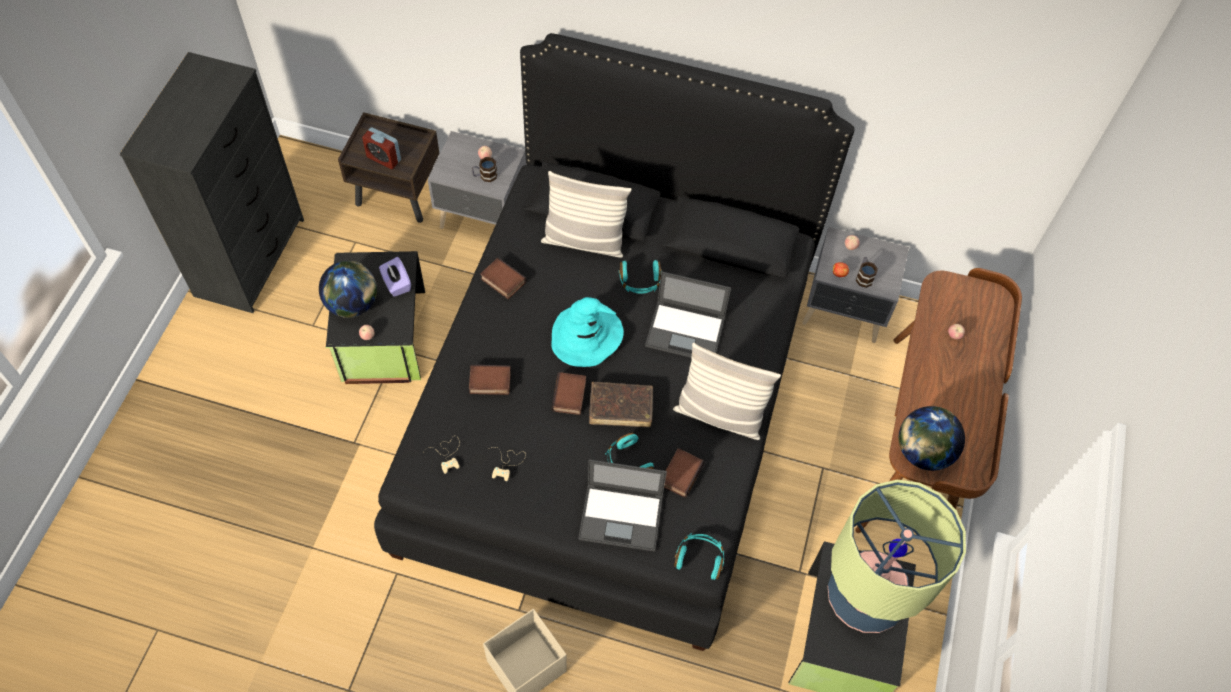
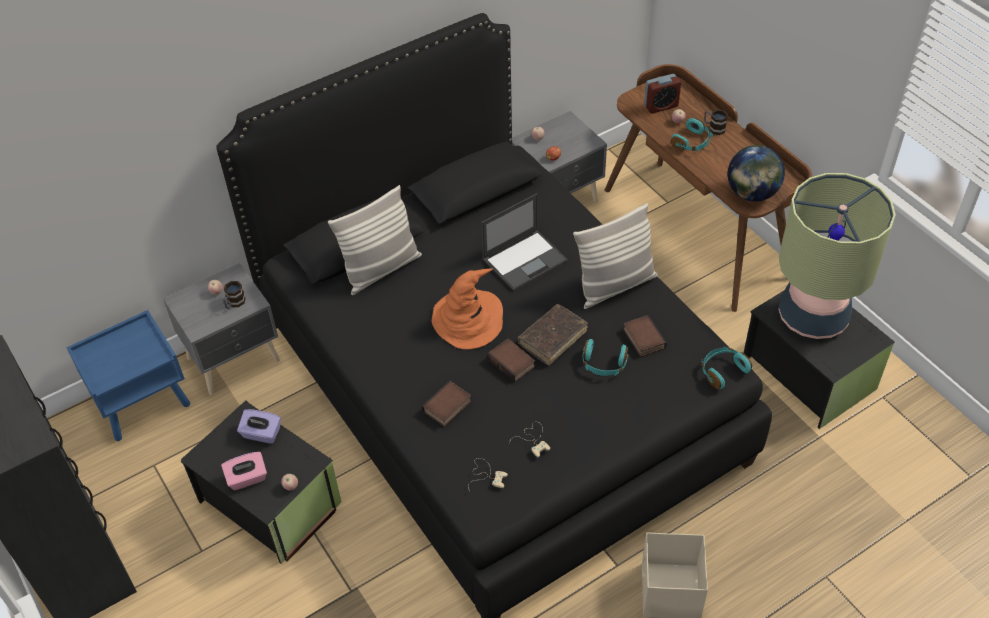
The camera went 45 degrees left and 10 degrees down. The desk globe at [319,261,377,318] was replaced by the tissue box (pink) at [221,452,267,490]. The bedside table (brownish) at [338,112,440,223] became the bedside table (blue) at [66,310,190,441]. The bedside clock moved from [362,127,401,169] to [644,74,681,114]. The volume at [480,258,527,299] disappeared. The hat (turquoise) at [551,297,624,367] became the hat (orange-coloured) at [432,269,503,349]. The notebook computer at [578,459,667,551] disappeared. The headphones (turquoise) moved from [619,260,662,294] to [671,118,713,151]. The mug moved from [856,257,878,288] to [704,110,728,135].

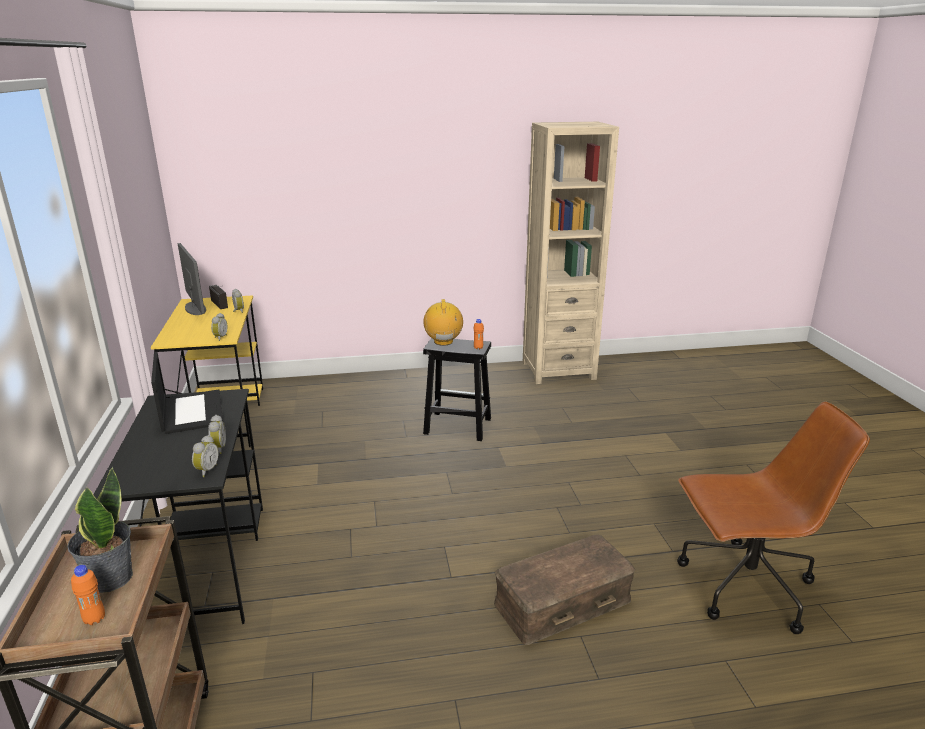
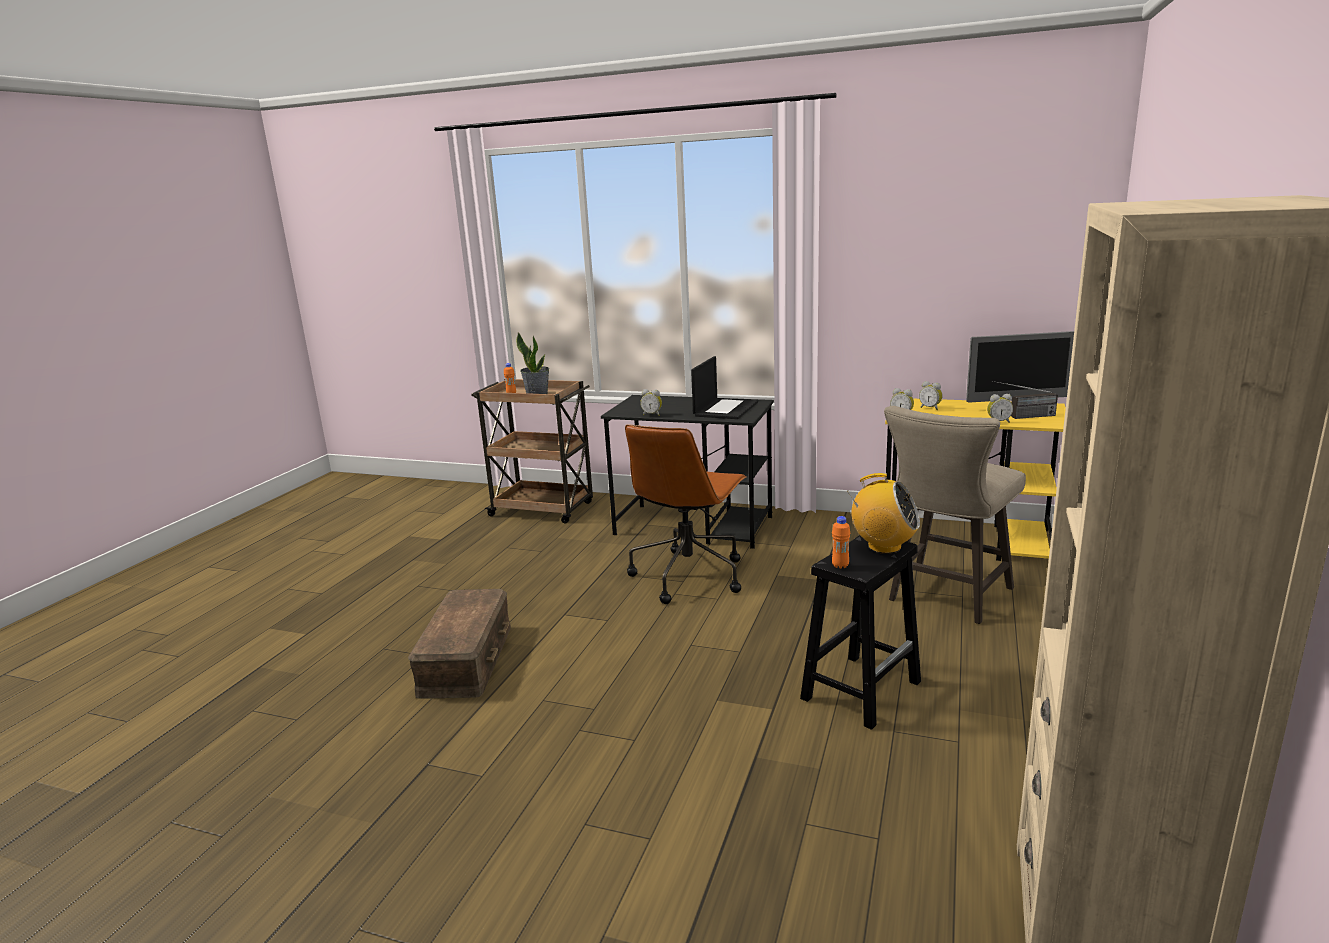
The camera went 120 degrees right and 5 degrees down. The notebook computer at [151,352,223,434] turned 75 degrees counterclockwise. The bedside clock moved from [192,435,219,477] to [919,381,942,410]. The computer chair (brownish) moved from [677,401,870,634] to [625,424,746,604]. The sitting stool (beige) at [884,406,1026,624] appeared.

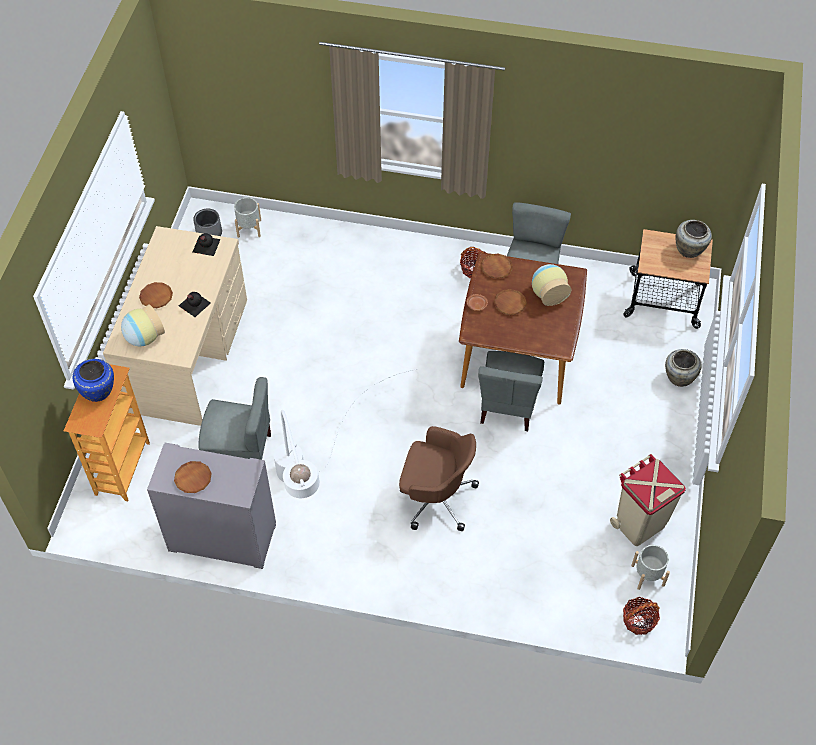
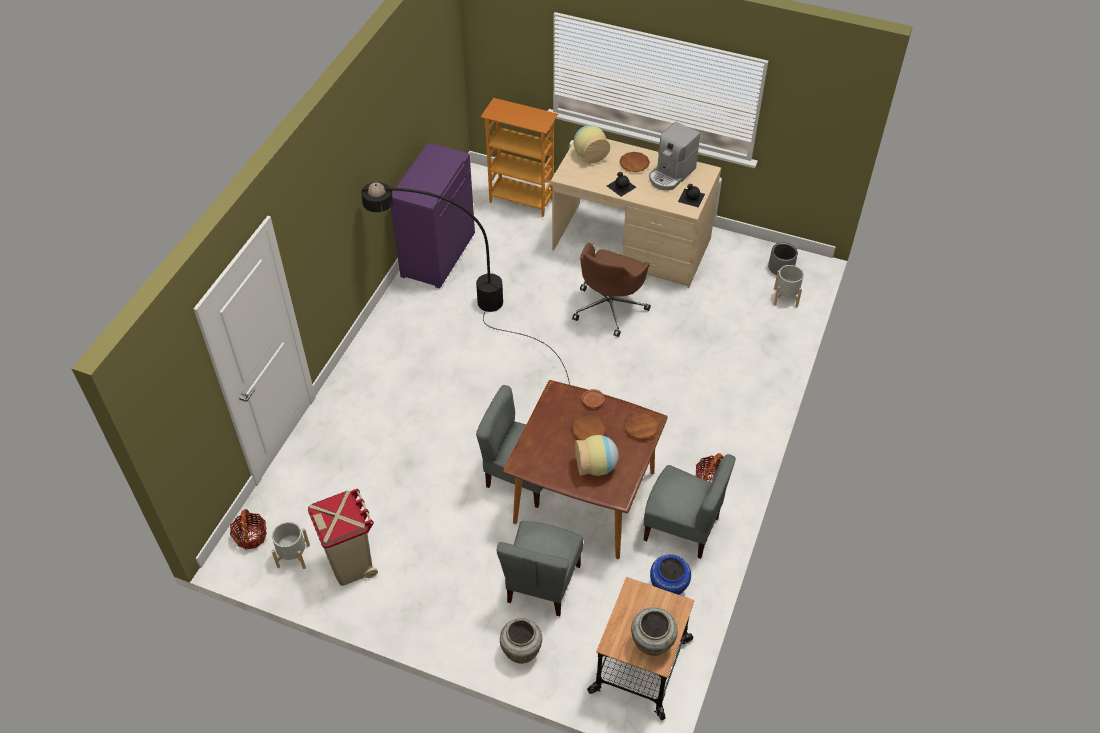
The camera went 100 degrees right and 5 degrees down. The flower vase (blue) moved from [73,359,114,402] to [650,554,691,595]. The cupboard (gray) at [147,443,276,569] became the cupboard (purple-coloured) at [391,143,475,289]. The dinner plate (brownish) at [174,461,212,493] disappeared. The plain chair (gray) moved from [198,377,271,460] to [497,521,583,616]. The standard lamp (whitish) at [274,369,417,498] became the standard lamp (blackish) at [361,182,570,385]. The computer chair (brownish) moved from [399,426,479,531] to [572,243,651,337]. The coffee brewer at [649,122,700,190] appeared.

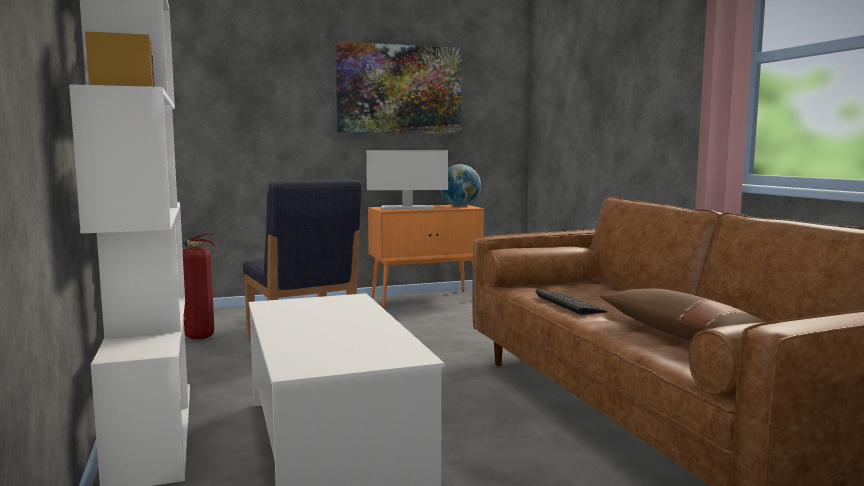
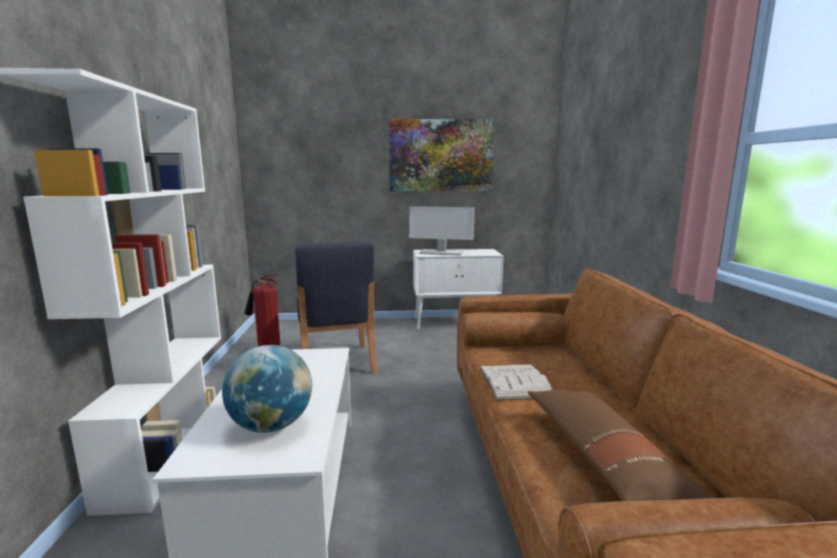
The camera went 15 degrees right and 5 degrees up. The cupboard (orange-coloured) at [368,205,484,307] became the cupboard (whitish) at [413,249,504,330]. The desk globe moved from [440,164,481,206] to [222,345,312,433]. The PC keyboard at [535,289,607,315] was replaced by the volume (whitish) at [479,364,552,401].

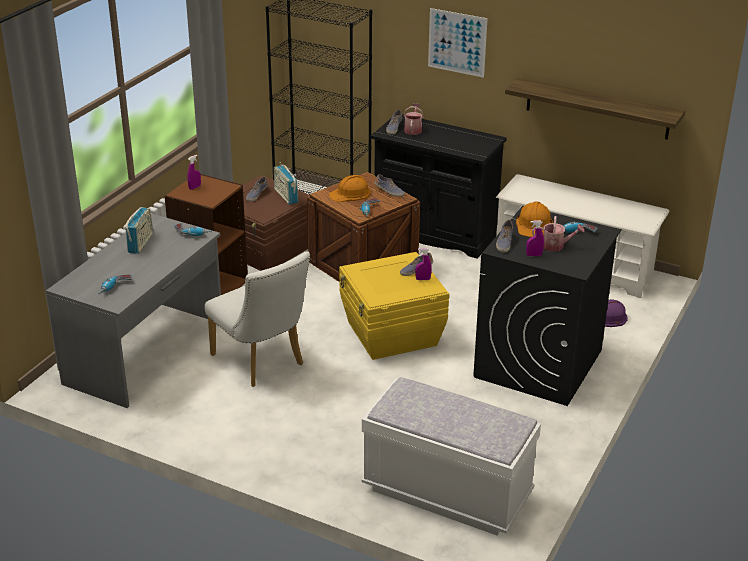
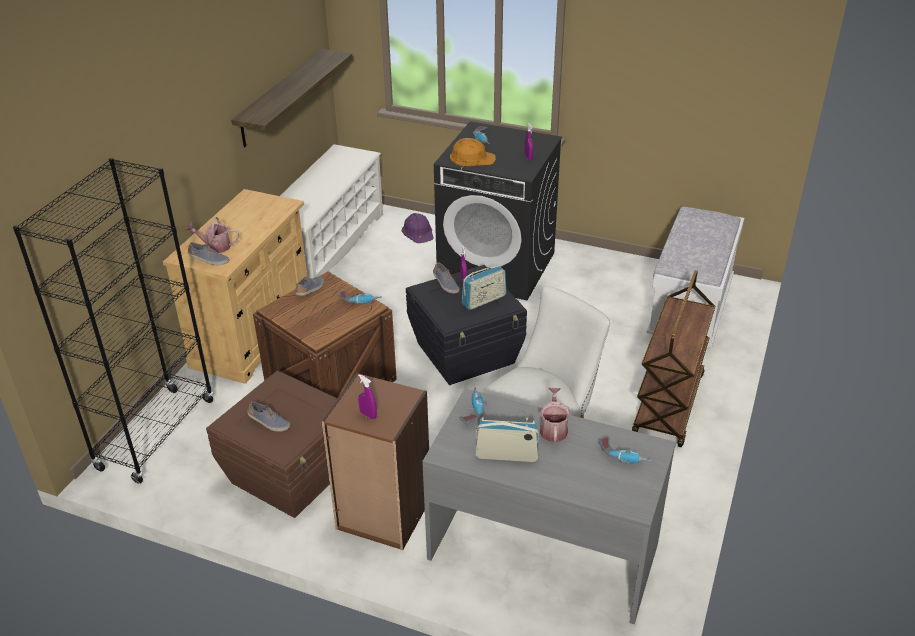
The camera went 95 degrees left and 5 degrees up. The radio moved from [274,162,298,205] to [462,266,507,310]. The safety helmet (orange-coloured) at [328,175,370,202] disappeared. The storage box (yellow) at [339,252,449,360] became the storage box (blackish) at [406,265,527,385]. The cupboard (blackish) at [371,114,507,258] became the cupboard (beige) at [163,189,307,384]. The wall picture at [428,8,488,78] disappeared. The low shoe at [496,220,513,253] disappeared. The watering pot moved from [532,216,585,251] to [539,388,571,443]. The trolley (brownish) at [632,270,715,447] appeared.

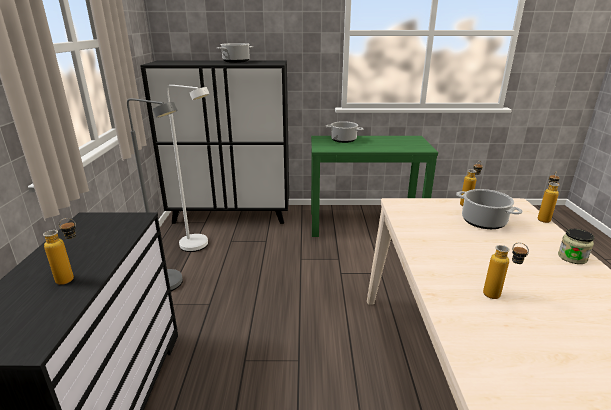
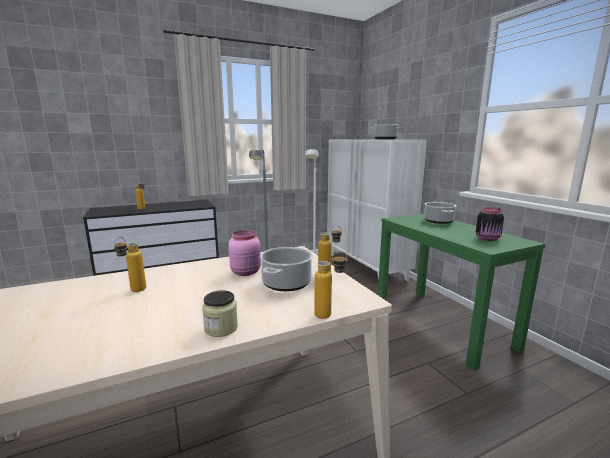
The camera went 65 degrees right and 10 degrees down. The cupboard (blackish) at [140,60,289,224] became the cupboard (whitish) at [327,140,427,282]. The storage jar (pink) at [229,230,261,276] appeared. The storage jar (blackish) at [476,207,504,241] appeared.

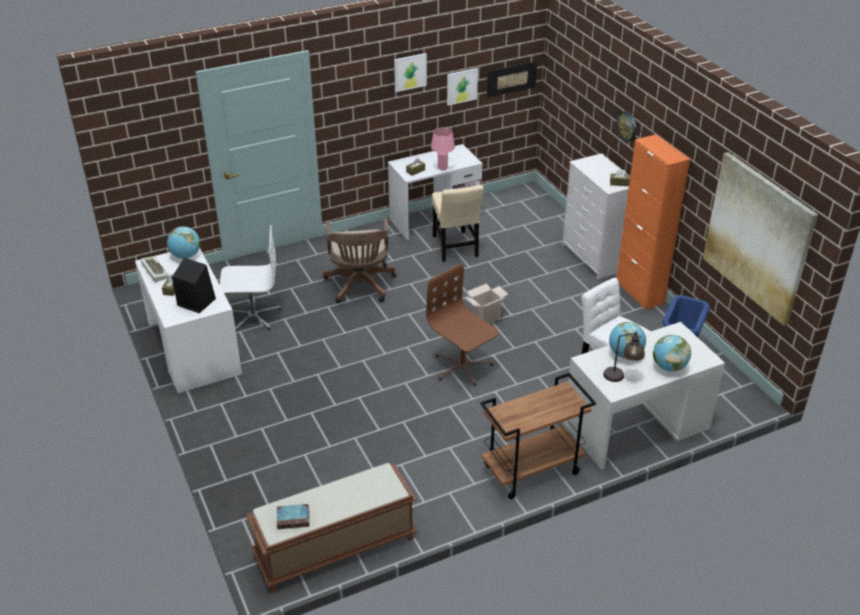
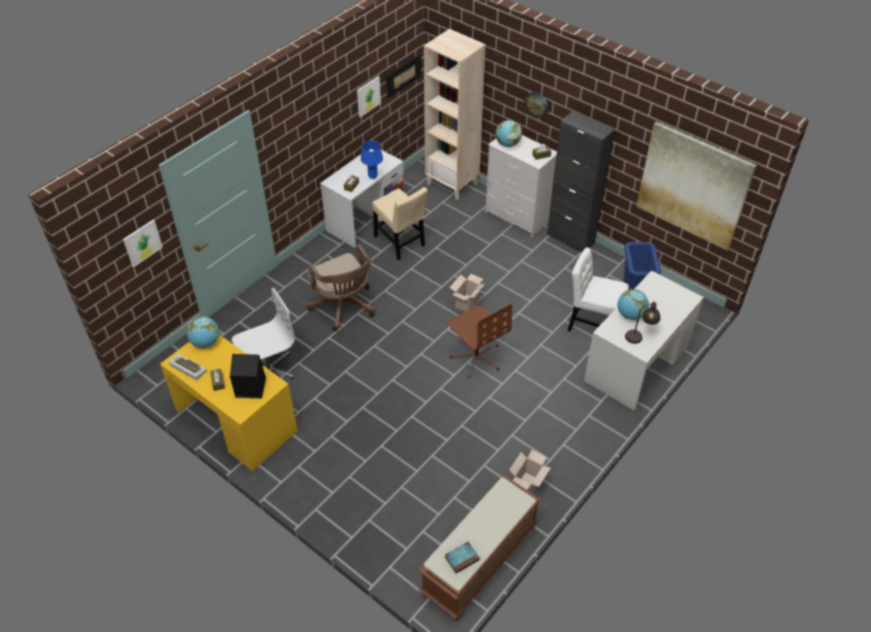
The camera went 25 degrees left and 10 degrees up. The desk (whitish) at [135,249,242,393] became the desk (yellow) at [160,335,297,471]. The wall picture moved from [394,53,427,92] to [123,220,163,267]. The computer chair (brownish) at [426,264,499,386] turned 150 degrees counterclockwise. The table lamp (pink) at [431,128,455,170] became the table lamp (blue) at [361,141,383,179]. The trolley (brownish) at [480,373,596,499] disappeared. The cupboard (orange-coloured) at [616,134,690,310] became the cupboard (blackish) at [547,111,615,253]. The desk globe moved from [653,335,691,372] to [496,120,522,147]. The shelving unit (beige) at [424,29,486,200] appeared. The packing box at [509,450,550,494] appeared.

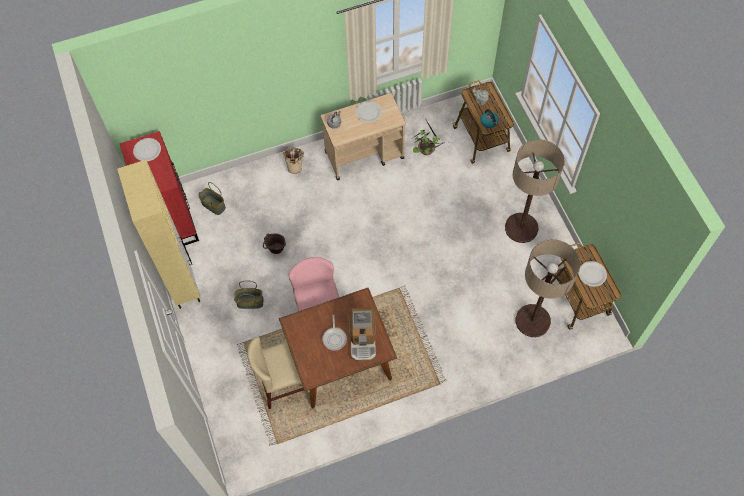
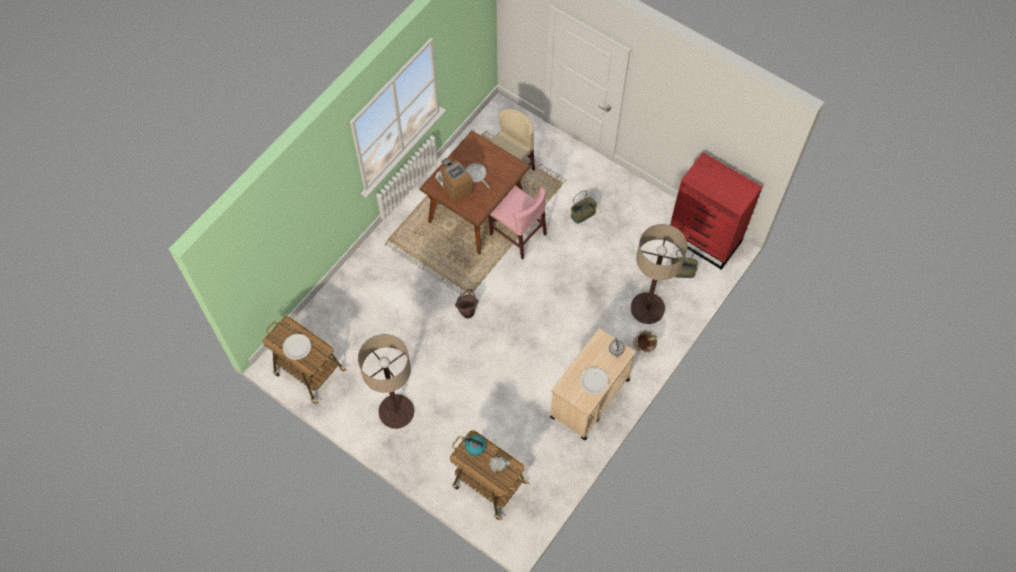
The camera went 145 degrees right and 0 degrees up. The cupboard (beige) at [117,160,200,309] disappeared. The dinner plate (whitish) at [133,138,161,161] disappeared. The pail (brownish) moved from [263,233,286,254] to [455,289,478,319]. The houseplant at [413,118,445,155] disappeared. The standard lamp moved from [516,240,580,337] to [631,224,688,324].

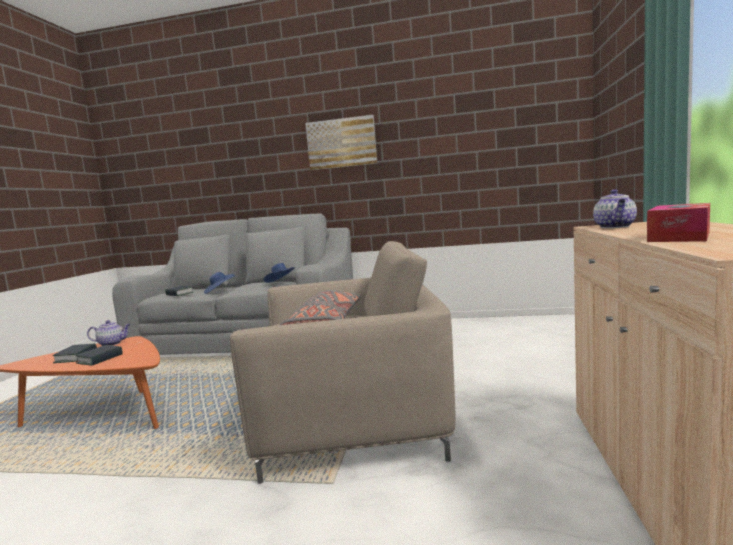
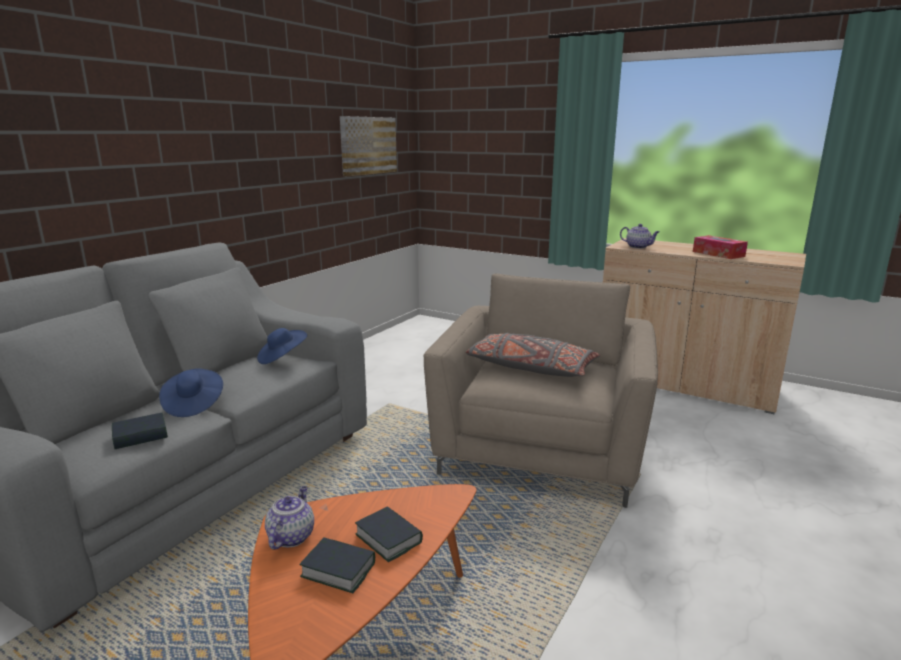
The camera went 70 degrees left and 10 degrees up. The wall picture moved from [305,115,377,170] to [340,116,397,176].

